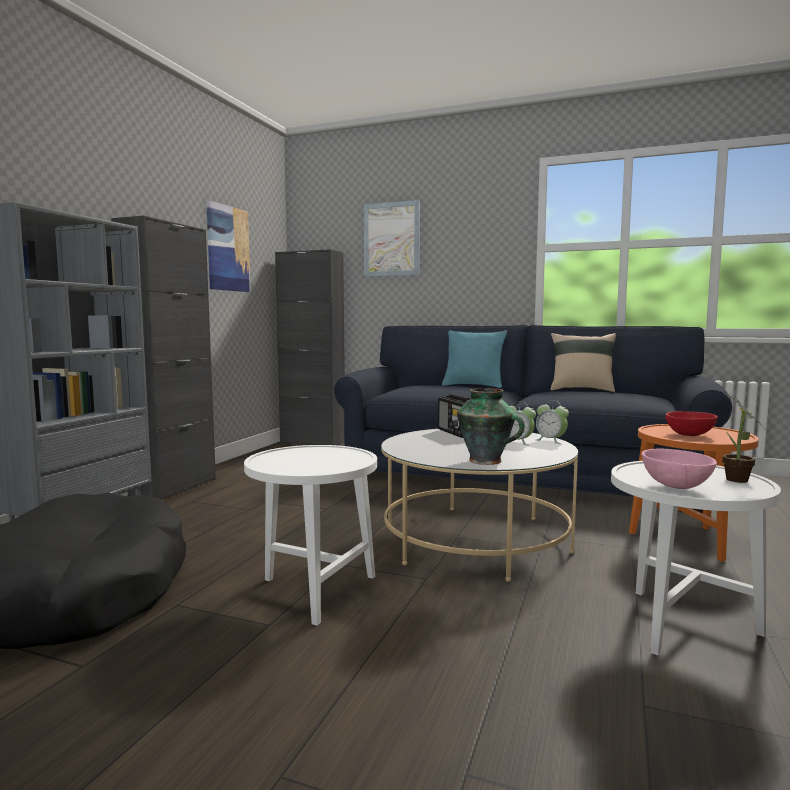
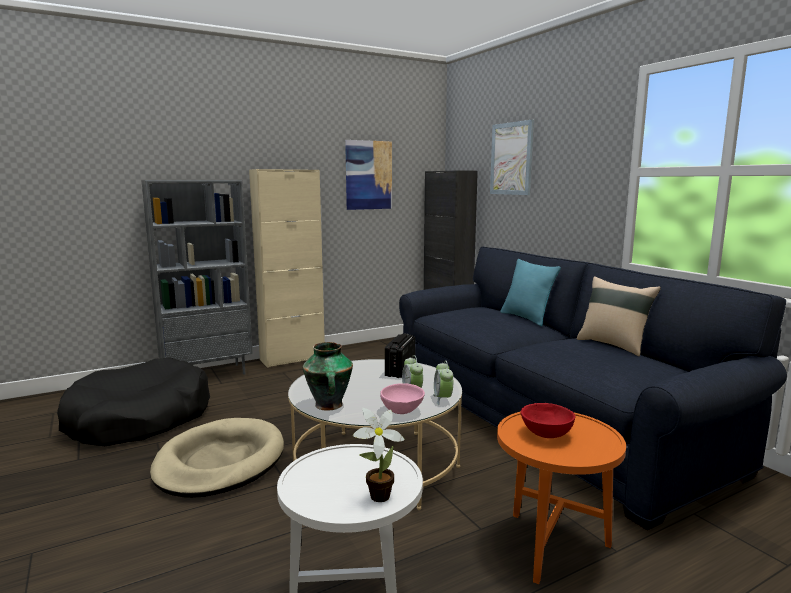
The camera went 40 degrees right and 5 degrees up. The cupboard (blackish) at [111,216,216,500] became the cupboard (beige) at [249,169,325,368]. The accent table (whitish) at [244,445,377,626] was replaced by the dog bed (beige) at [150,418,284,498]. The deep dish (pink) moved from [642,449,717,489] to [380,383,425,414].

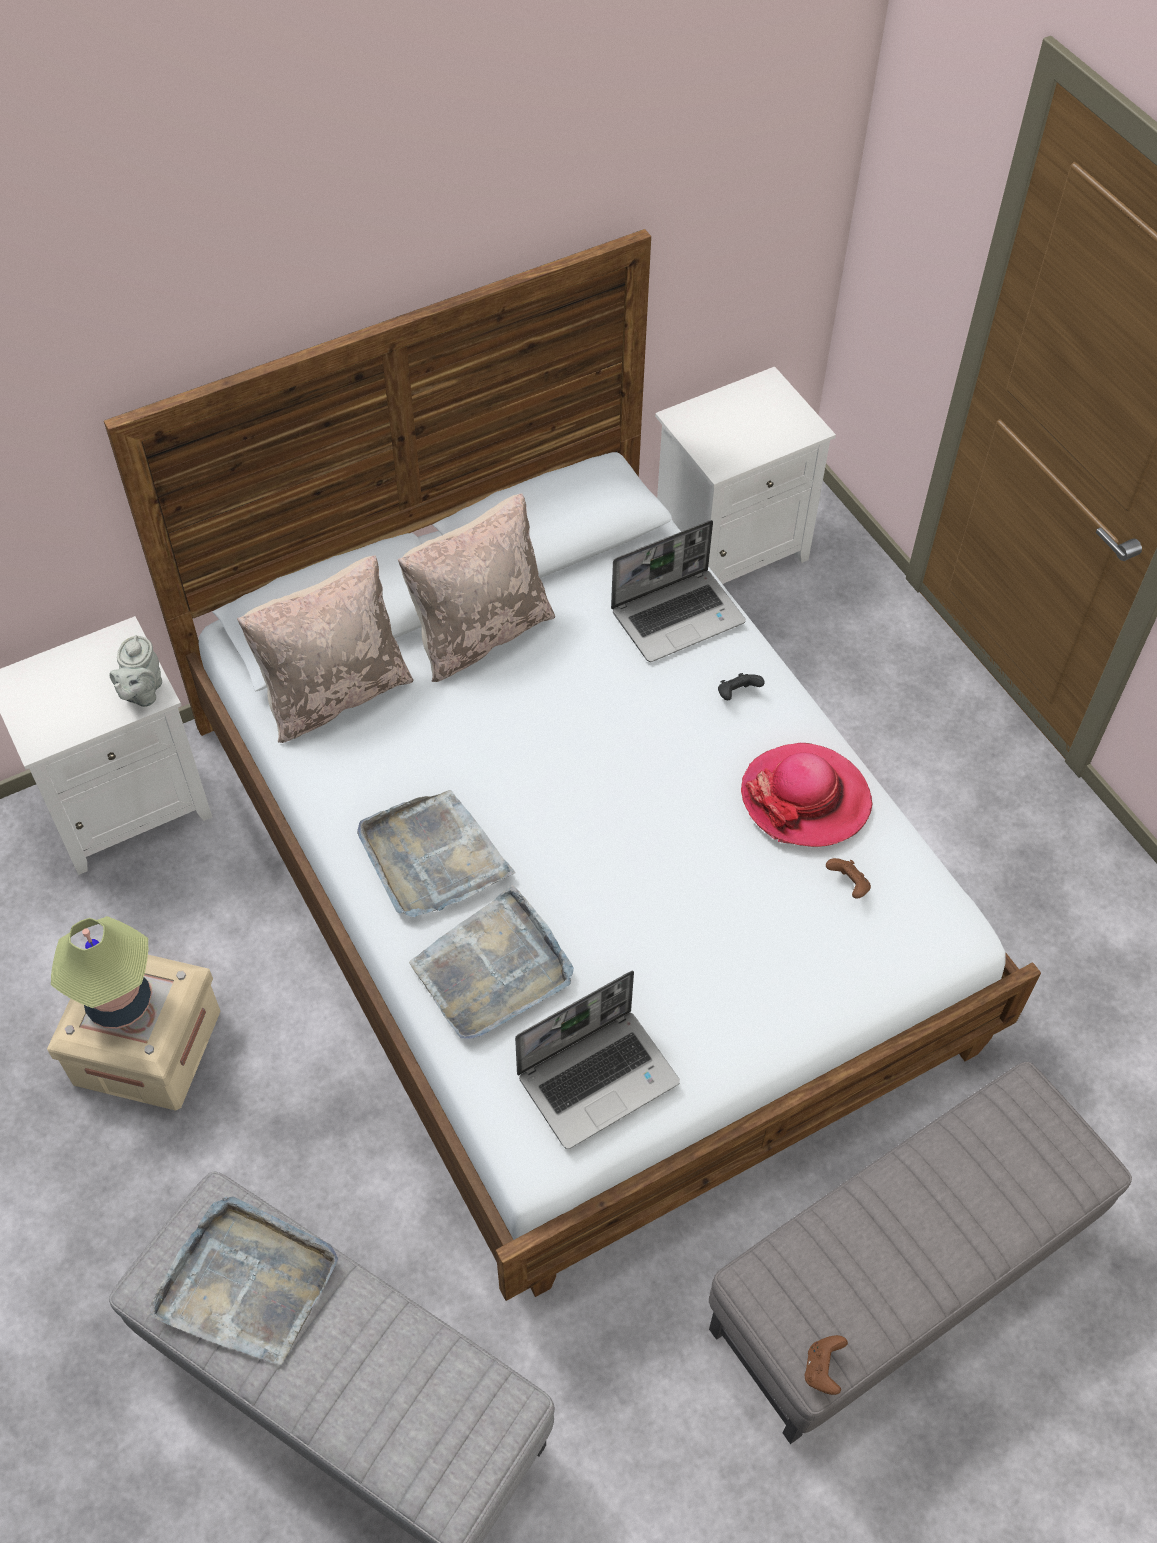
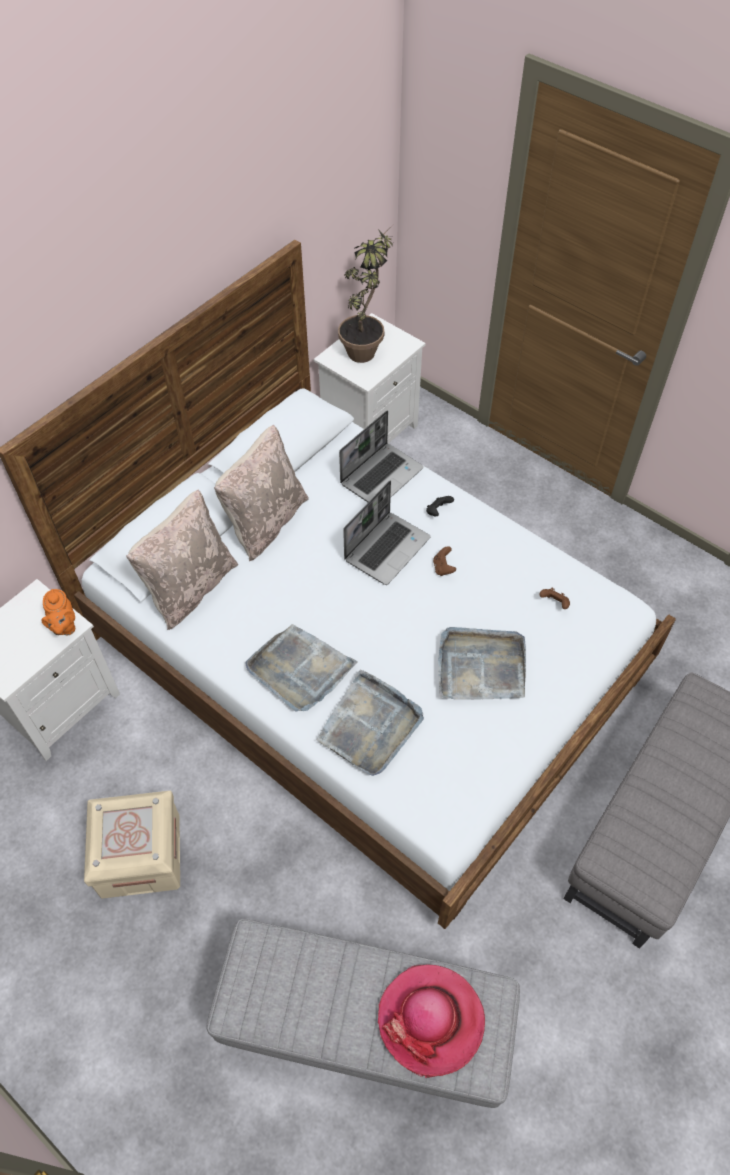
The camera went 20 degrees left and 0 degrees up. The table lamp at [51,916,151,1029] disappeared. The tea pot (gray) at [109,635,162,707] became the tea pot (orange-coloured) at [41,589,75,635]. The serving tray (gray) moved from [147,1196,338,1365] to [438,627,526,700]. The notebook computer moved from [515,970,680,1149] to [343,481,430,585]. The hat moved from [741,743,873,847] to [378,965,485,1078]. The gamepad (brownish) moved from [805,1335,848,1395] to [433,546,456,576]. The houseplant at [338,227,394,363] appeared.

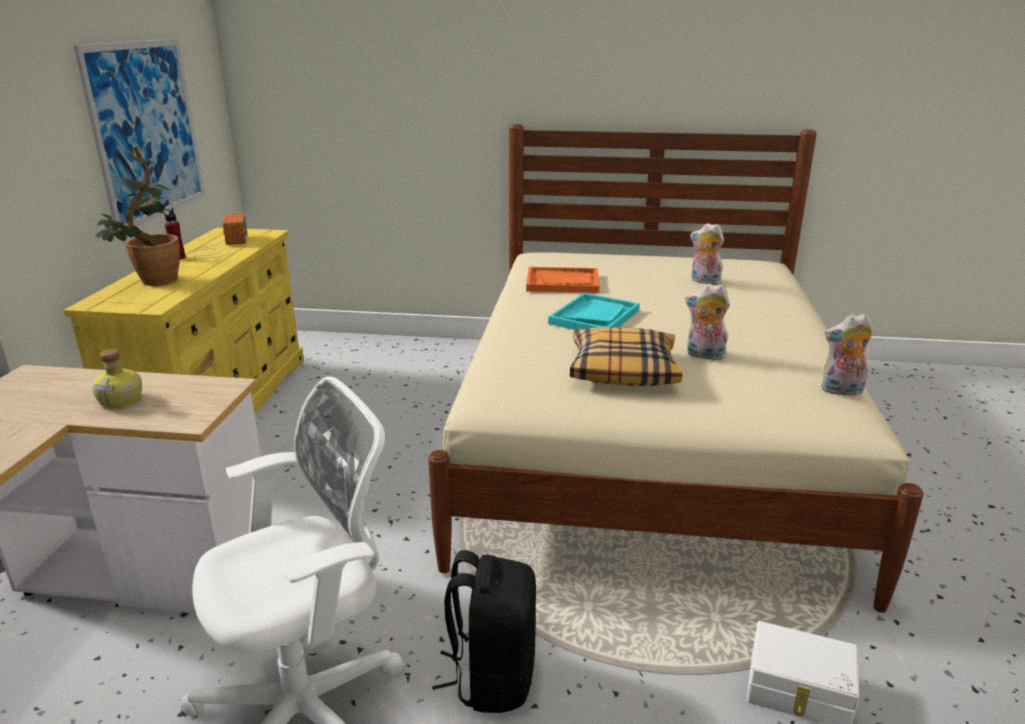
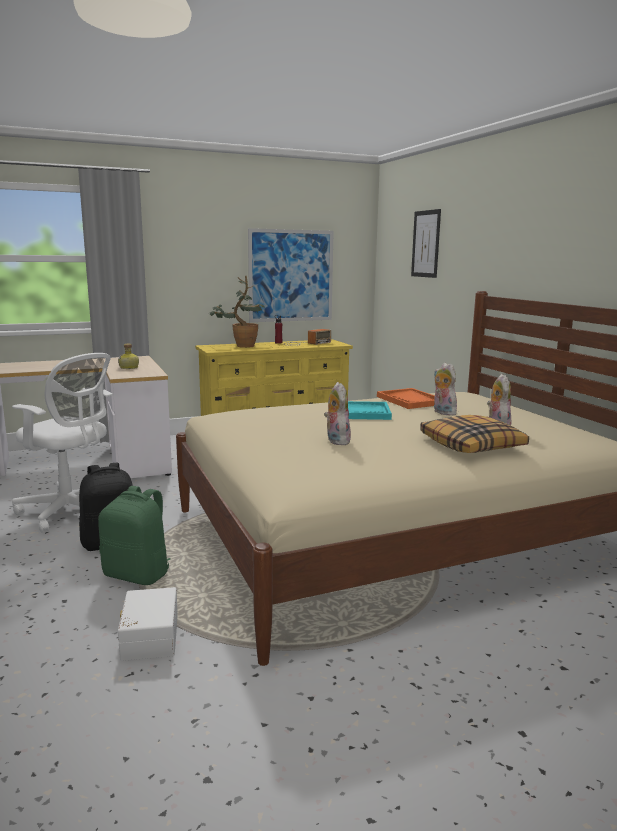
The camera went 60 degrees right and 10 degrees down. The pillow moved from [570,327,682,386] to [420,415,529,453]. The soft toy moved from [821,314,872,397] to [434,363,457,416]. The knapsack (green) at [98,486,171,585] appeared. The wall picture at [411,209,441,278] appeared.

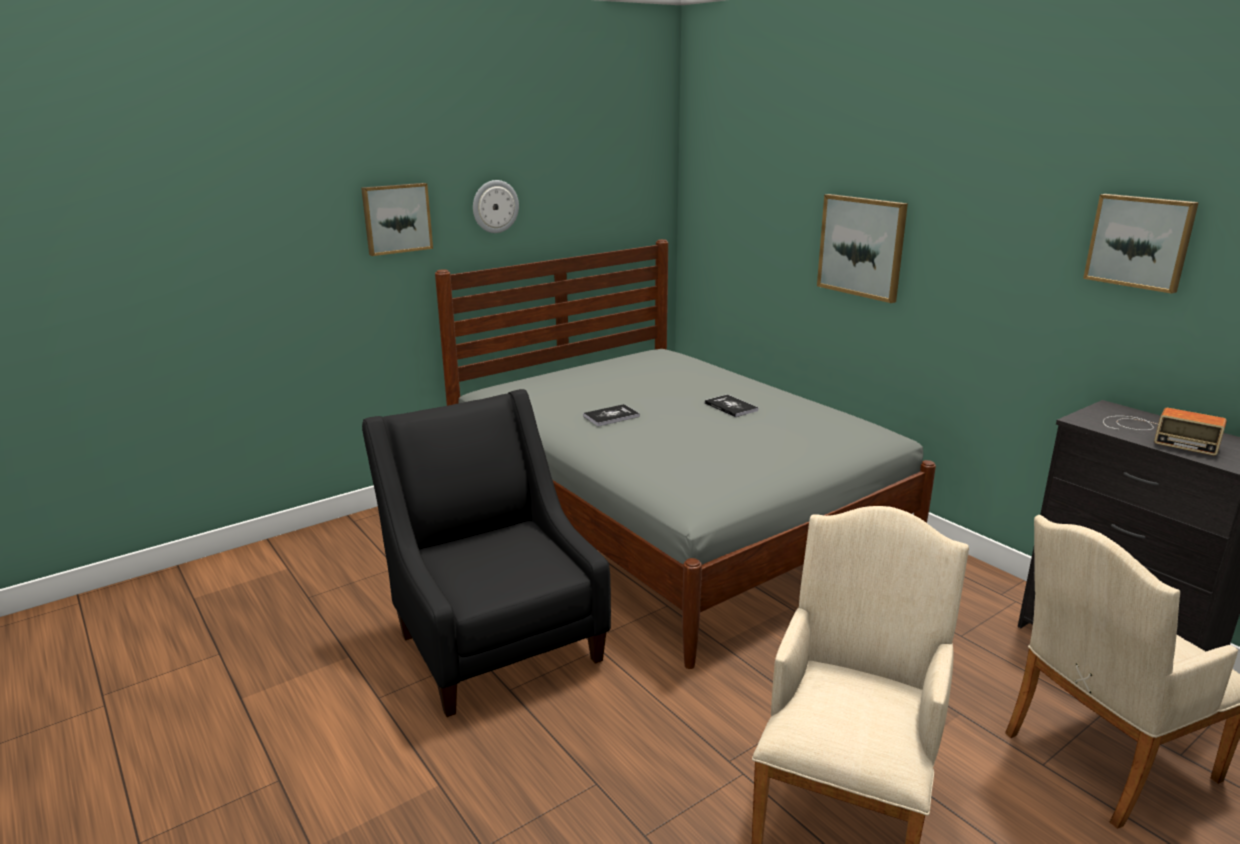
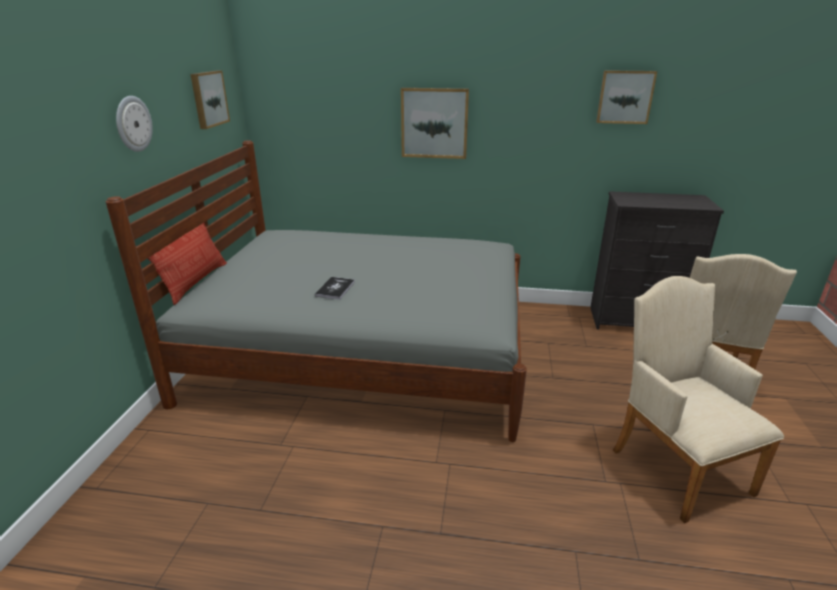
The camera went 45 degrees left and 5 degrees up. The wall picture moved from [361,183,433,256] to [190,70,230,129]. The armchair (blackish) at [362,389,611,717] disappeared. The volume at [705,394,758,417] disappeared. The radio at [1103,408,1227,455] disappeared. The pillow at [148,223,227,305] appeared.

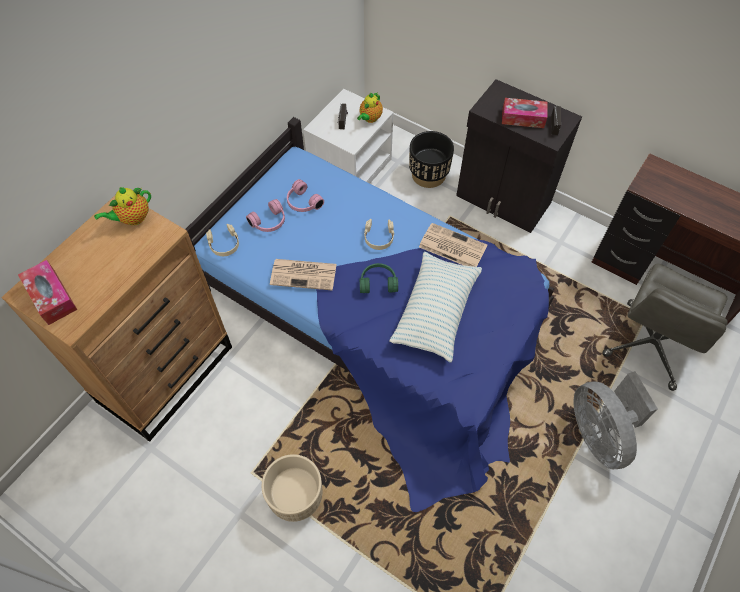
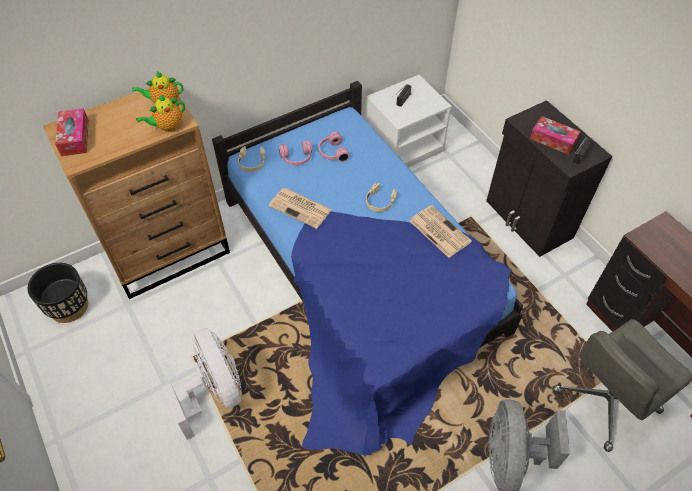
The camera went 25 degrees right and 5 degrees down. The planter (beige) at [262,454,323,522] was replaced by the electric fan (whitish) at [163,328,241,440]. The tea pot moved from [357,93,383,123] to [136,95,185,132]. The headphones (green) at [360,263,398,293] disappeared. The pillow at [389,252,482,363] disappeared. The planter (blackish) moved from [409,131,454,188] to [28,263,88,323].

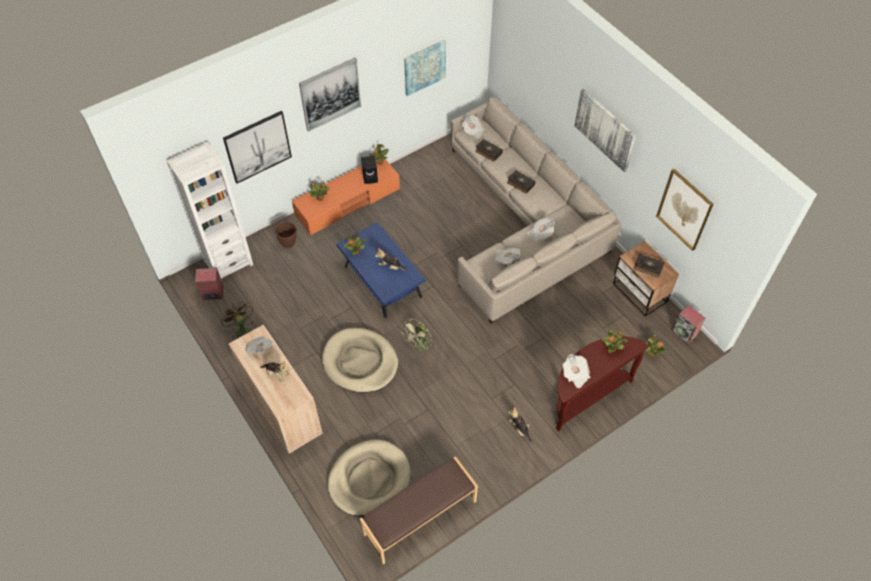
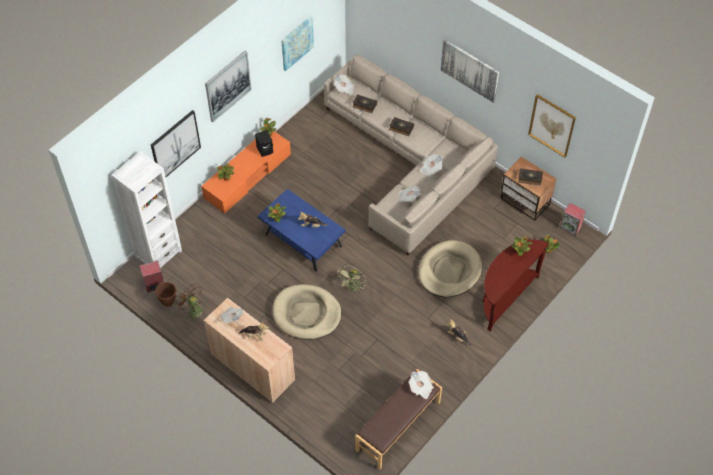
The camera went 15 degrees left and 0 degrees up. The planter (brownish) moved from [275,221,297,248] to [155,282,176,307]. The dog bed (beige) moved from [327,439,411,516] to [418,240,482,297]. The printed paper moved from [563,354,590,388] to [409,371,434,399].

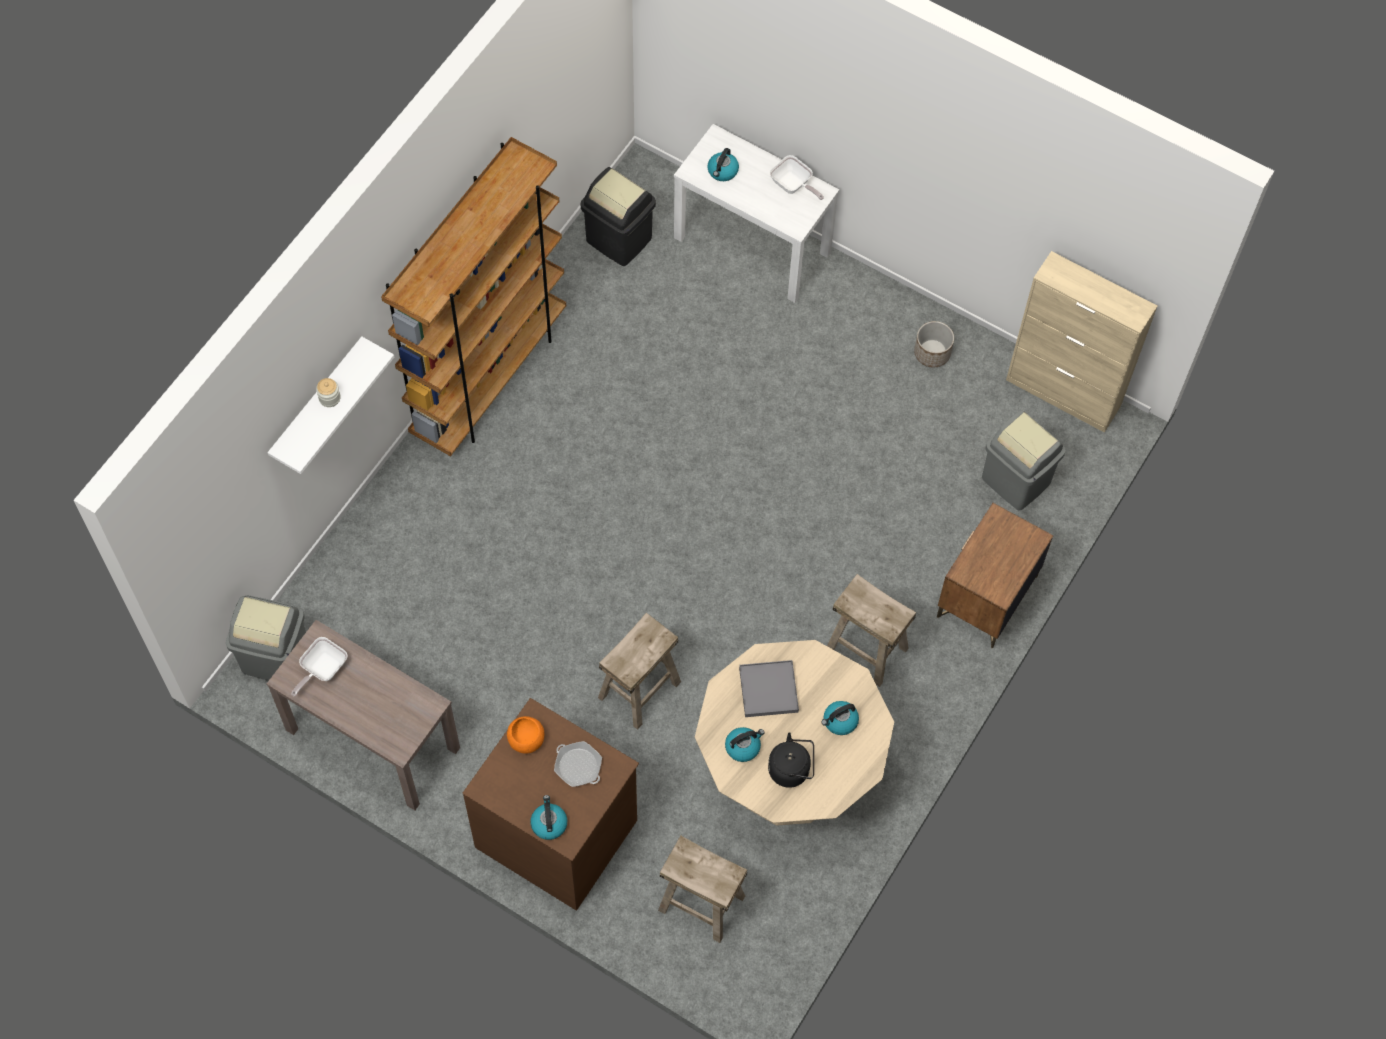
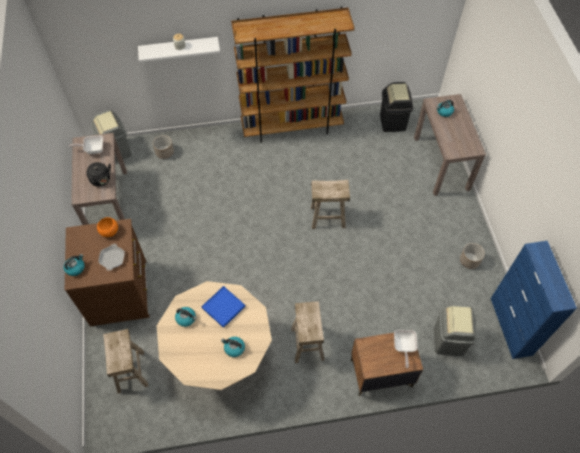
The camera went 50 degrees right and 5 degrees down. The sitting stool (beige) moved from [598,613,681,730] to [311,180,350,229]. The hall table (whitish) at [674,124,840,303] became the hall table (brownish) at [414,94,486,196]. The serving tray (gray) at [739,660,799,717] became the serving tray (blue) at [201,286,245,328]. The water kettle (blackish) moved from [768,732,814,788] to [87,162,111,187]. The frying pan moved from [770,155,824,200] to [394,330,418,368]. The cupboard (beige) at [1006,251,1157,433] became the cupboard (blue) at [491,241,577,359]. The planter at [153,135,174,159] appeared.

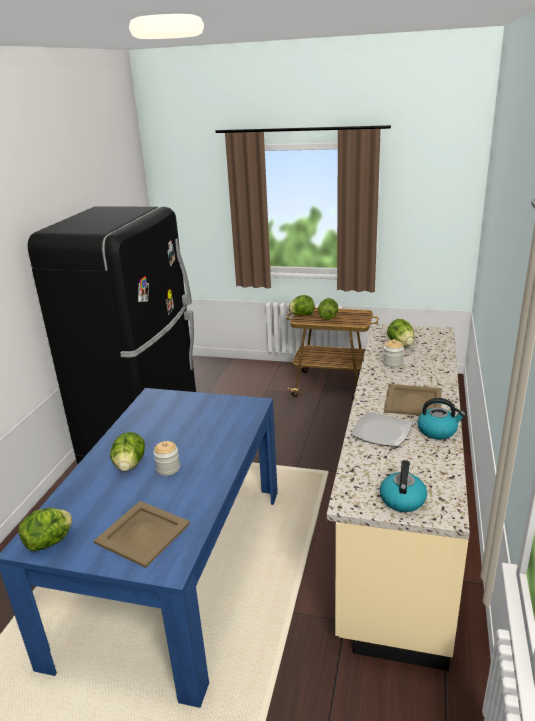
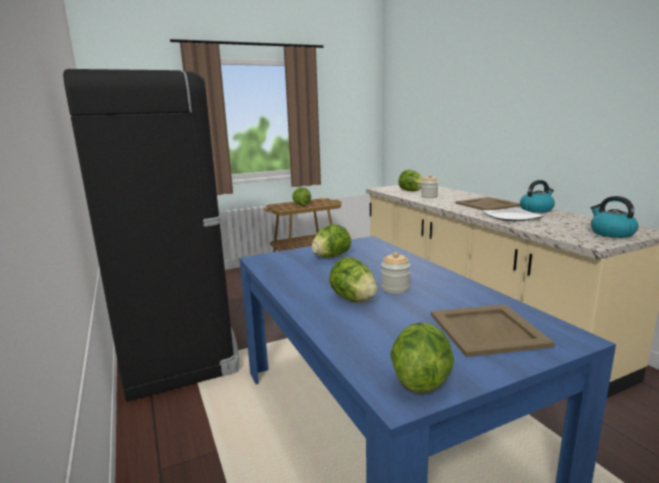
The camera went 40 degrees left and 10 degrees down. The lettuce head moved from [288,295,314,316] to [311,224,351,257].

